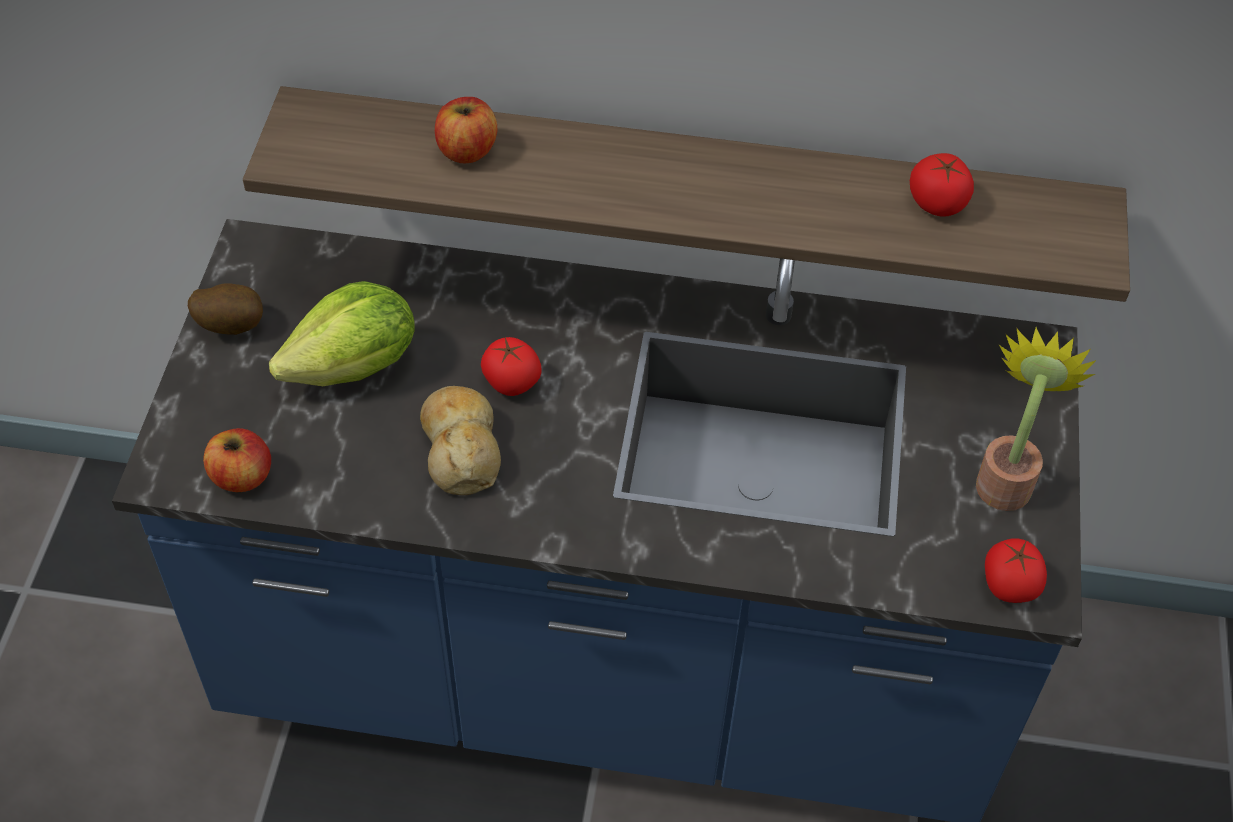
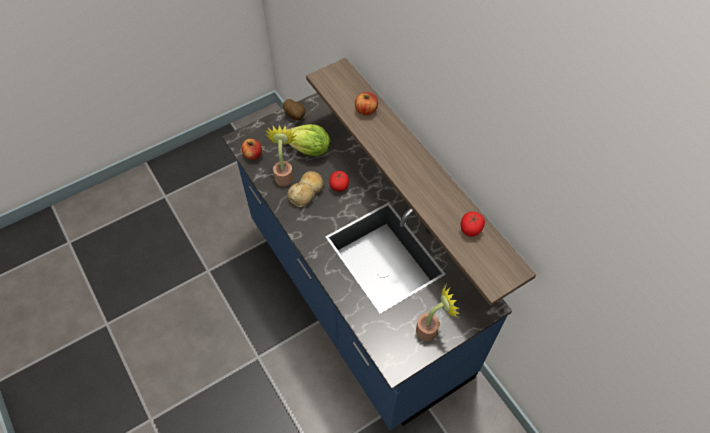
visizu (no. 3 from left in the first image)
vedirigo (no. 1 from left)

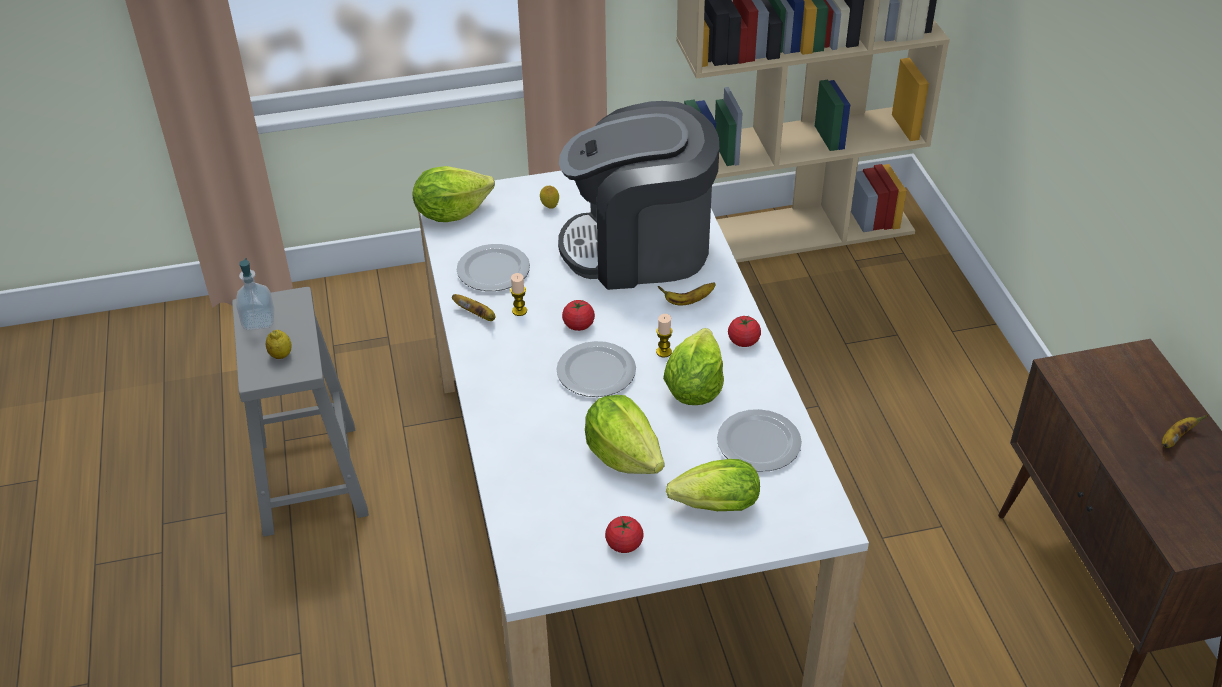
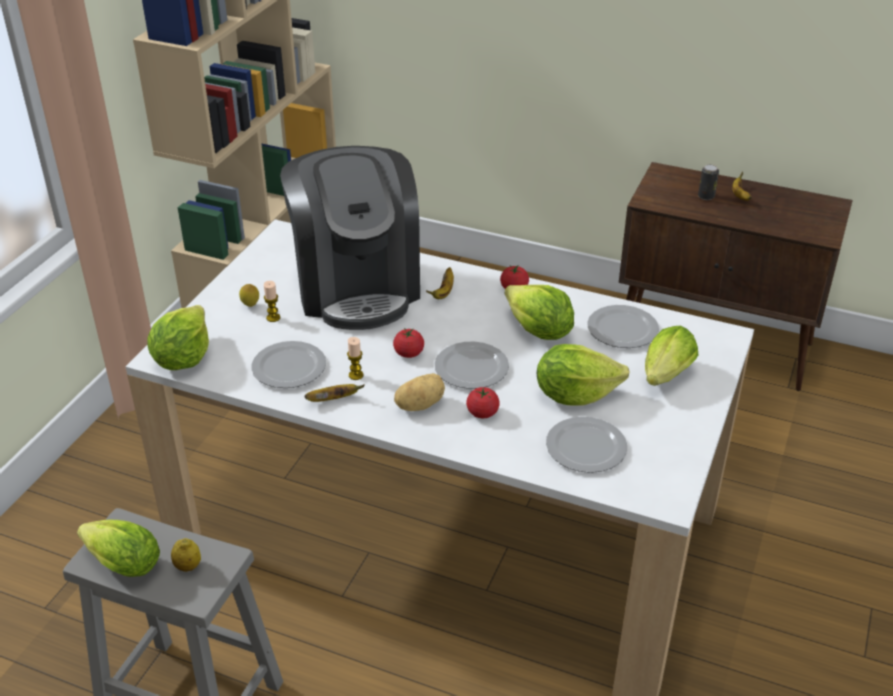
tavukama
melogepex (no. 3 from left)
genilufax
visizu (no. 2 from left)
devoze (no. 1 from left)
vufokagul (no. 1 from left)
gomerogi

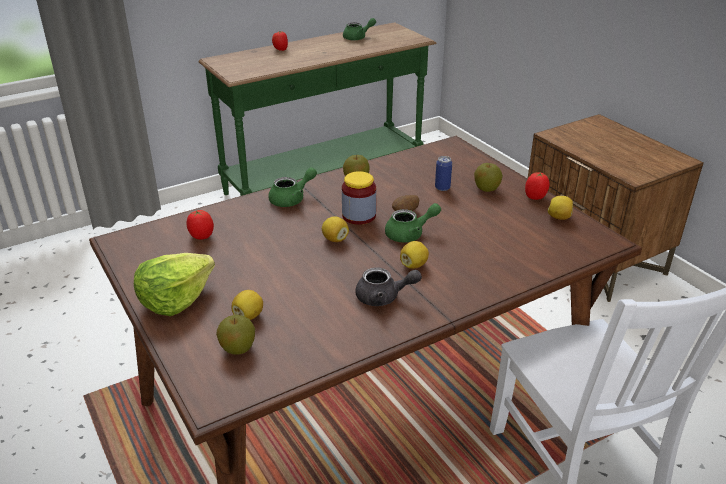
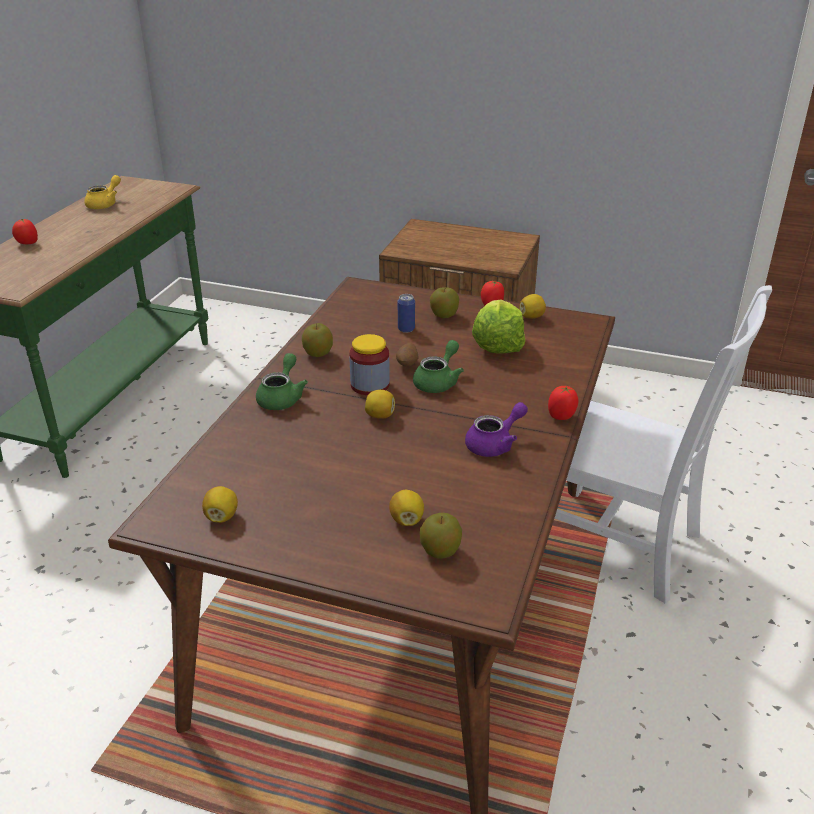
vufokagul
visizu (no. 3 from left)
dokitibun (no. 1 from left)
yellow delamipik
purple delamipik

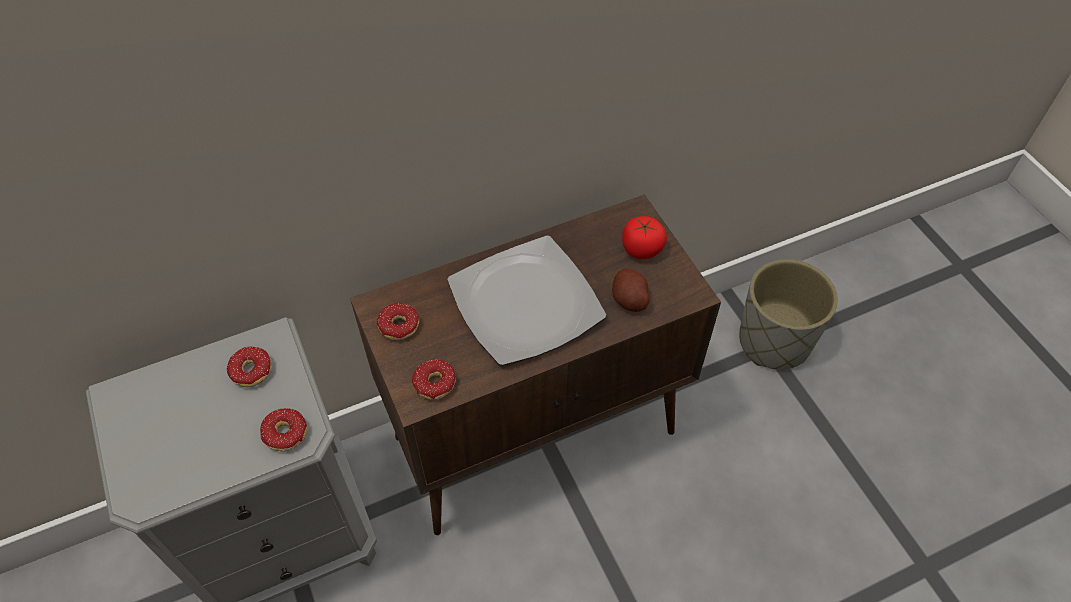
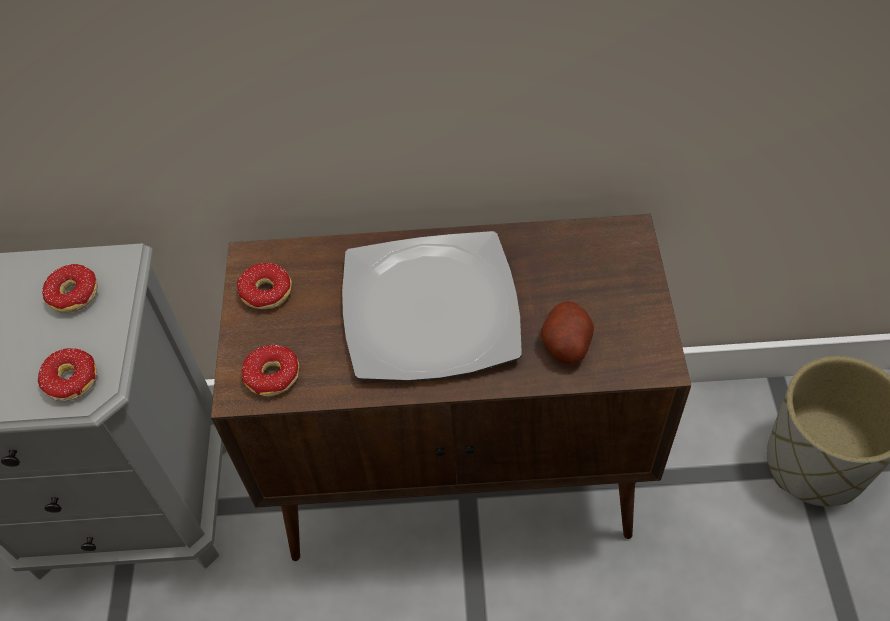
visizu

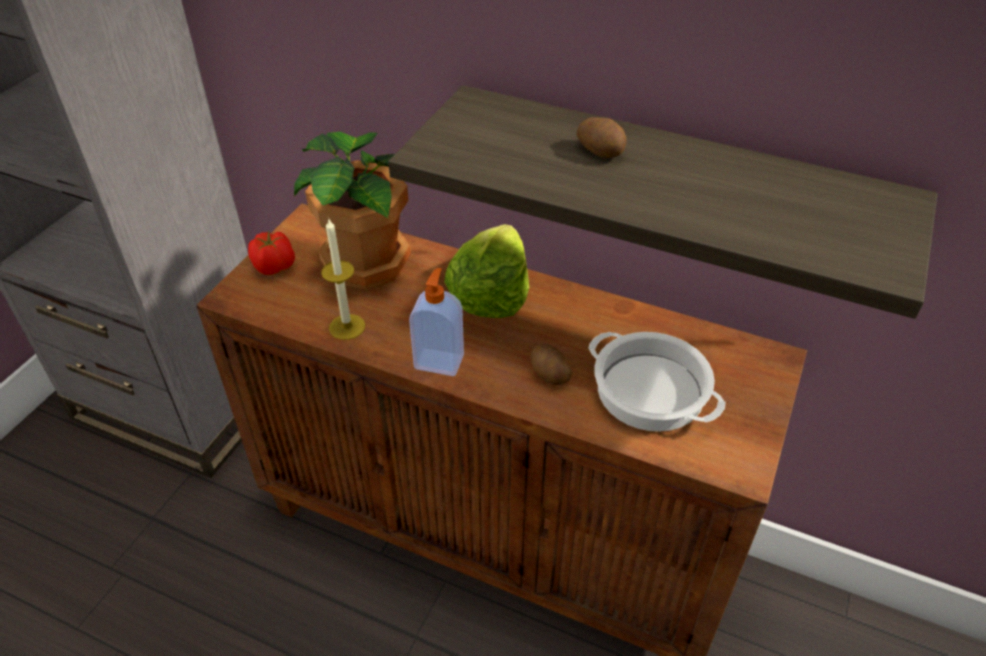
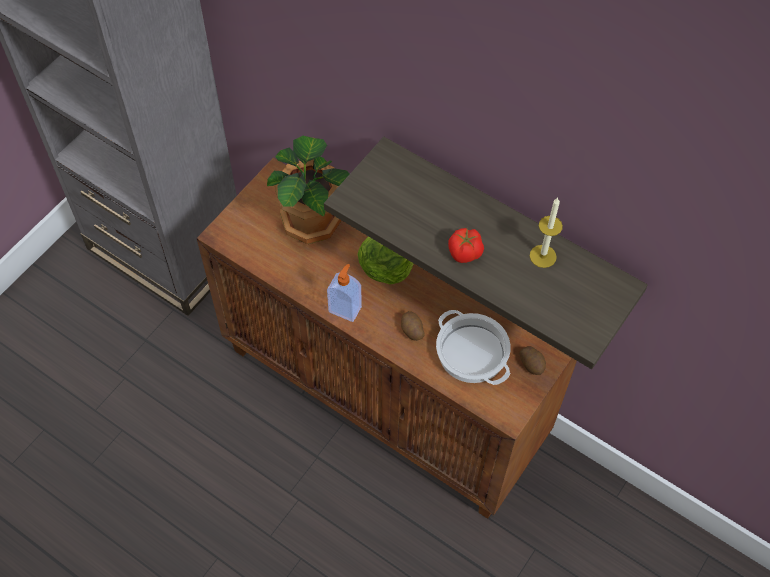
visizu
devoze
tavukama (no. 2 from left)

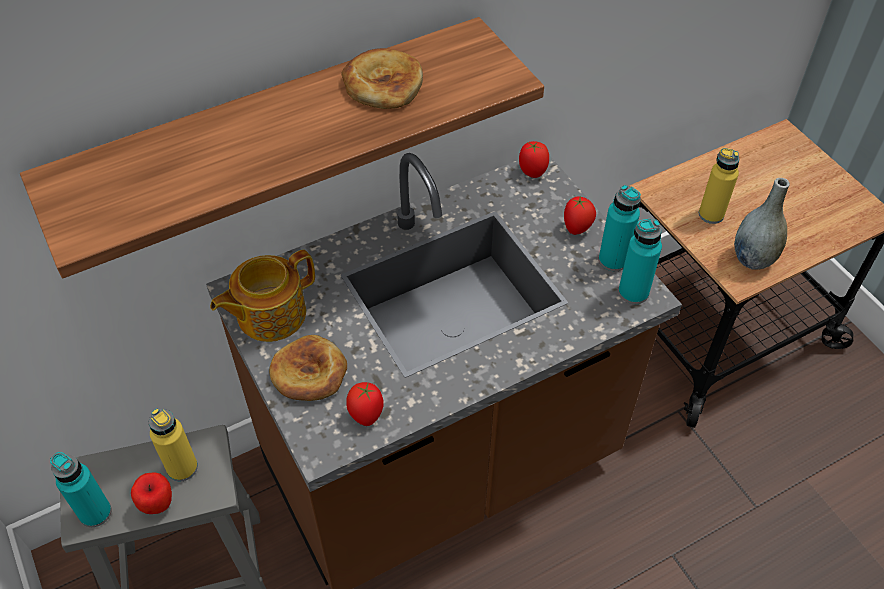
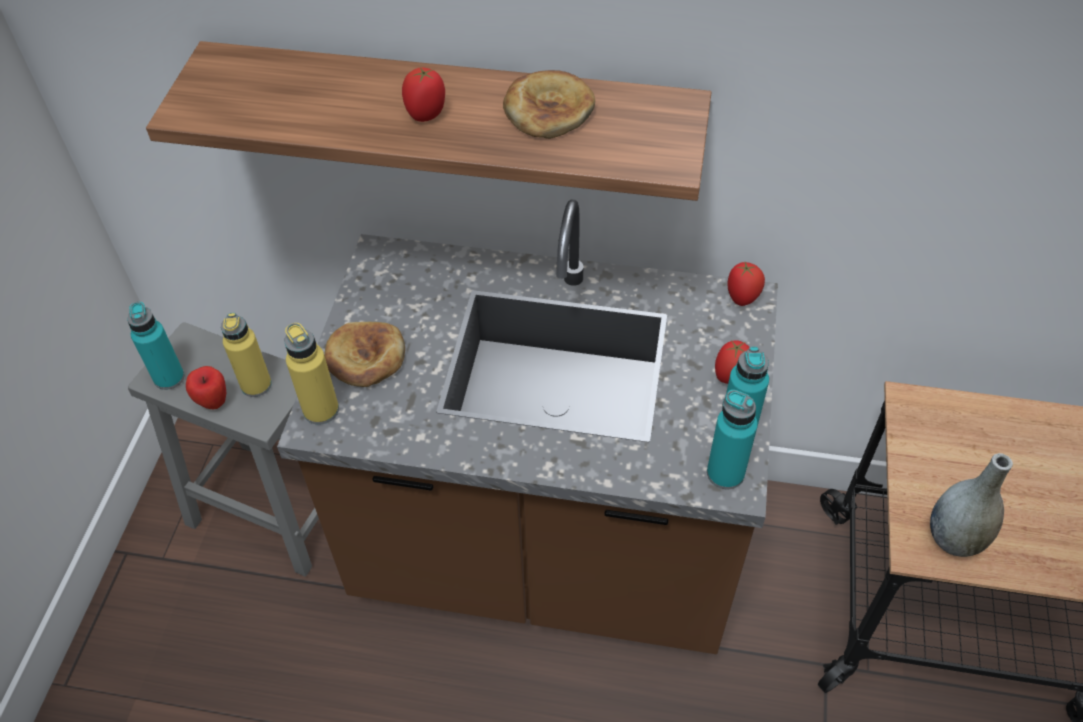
delamipik
visizu (no. 1 from left)
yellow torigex (no. 2 from left)

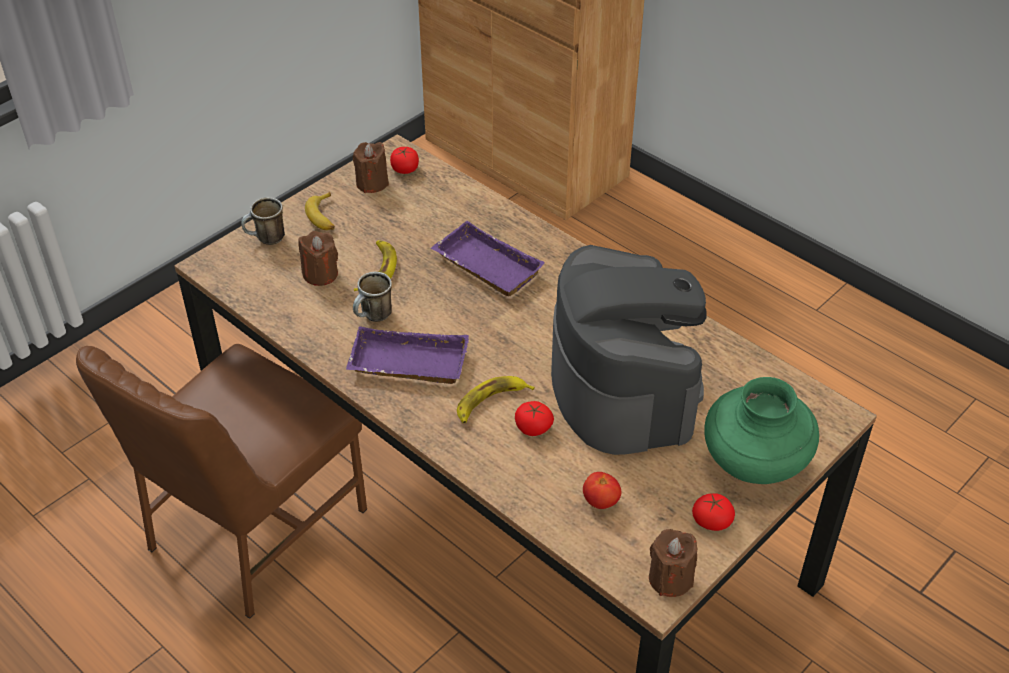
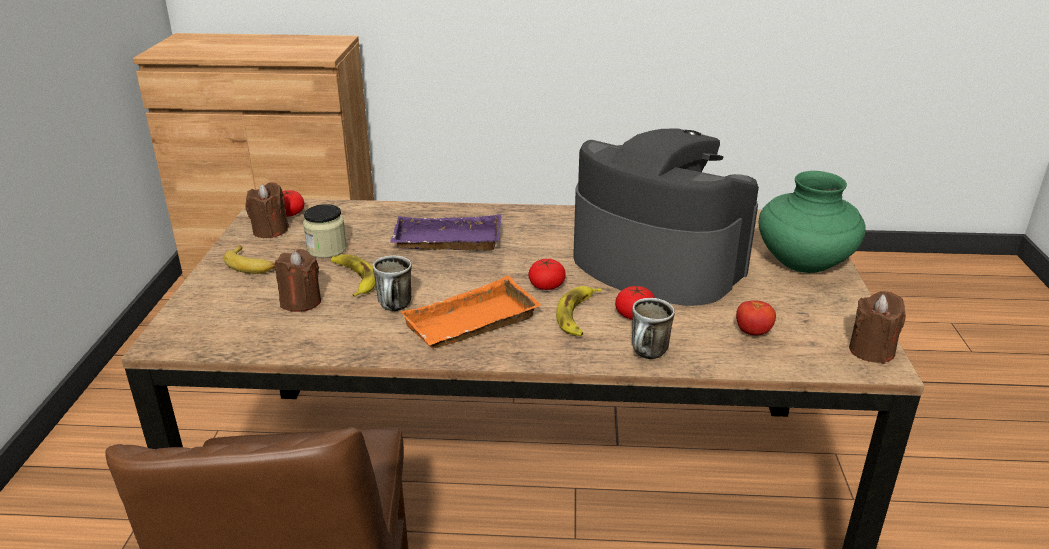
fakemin
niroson (no. 2 from left)
visizu (no. 2 from left)
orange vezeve

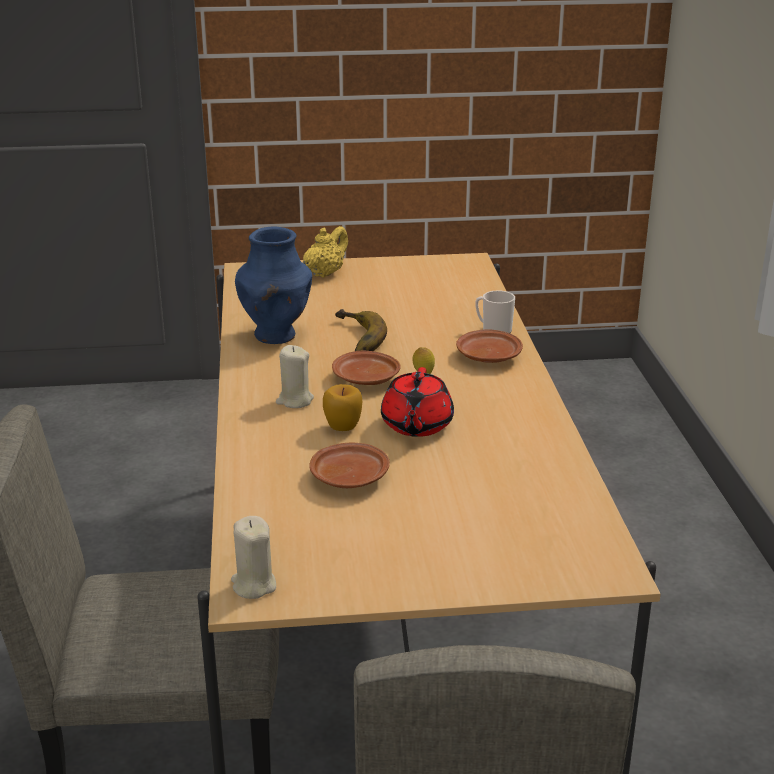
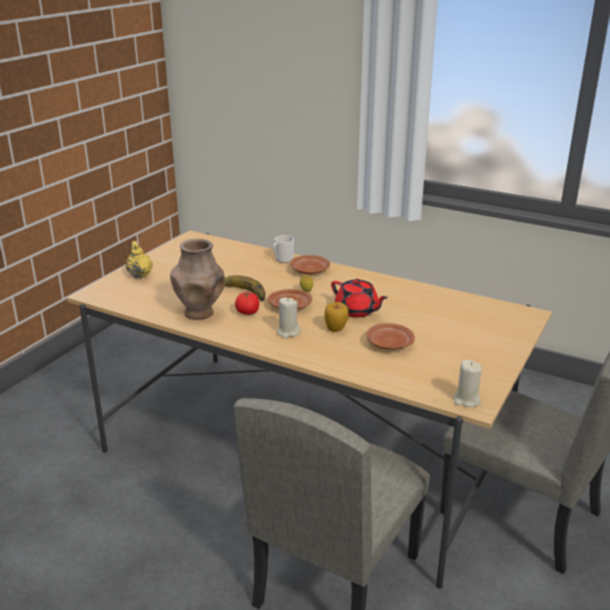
visizu
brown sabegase

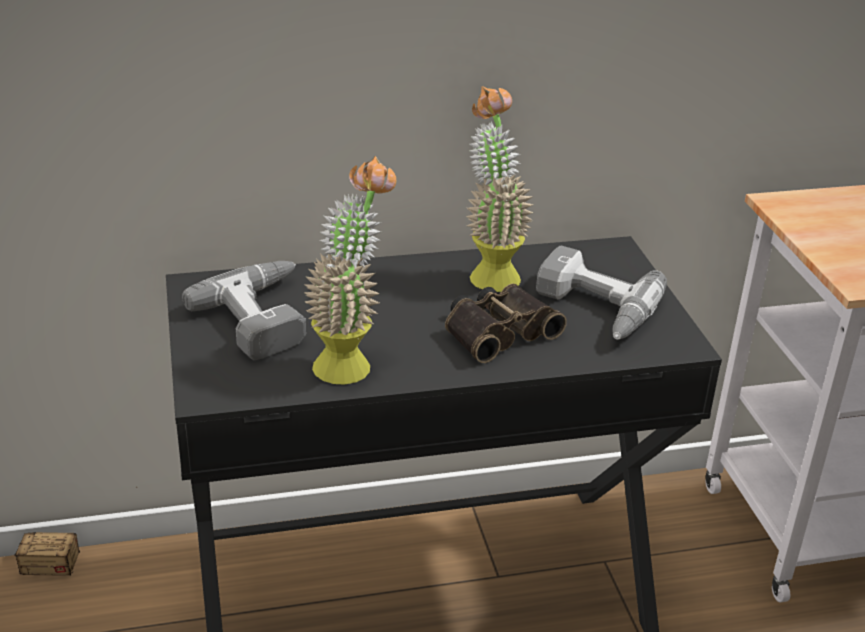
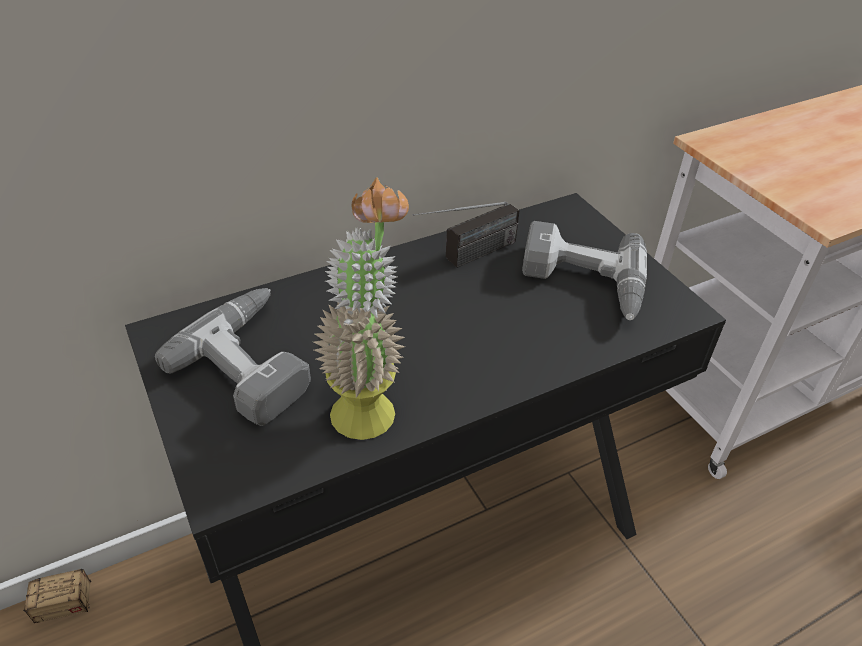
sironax
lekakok

